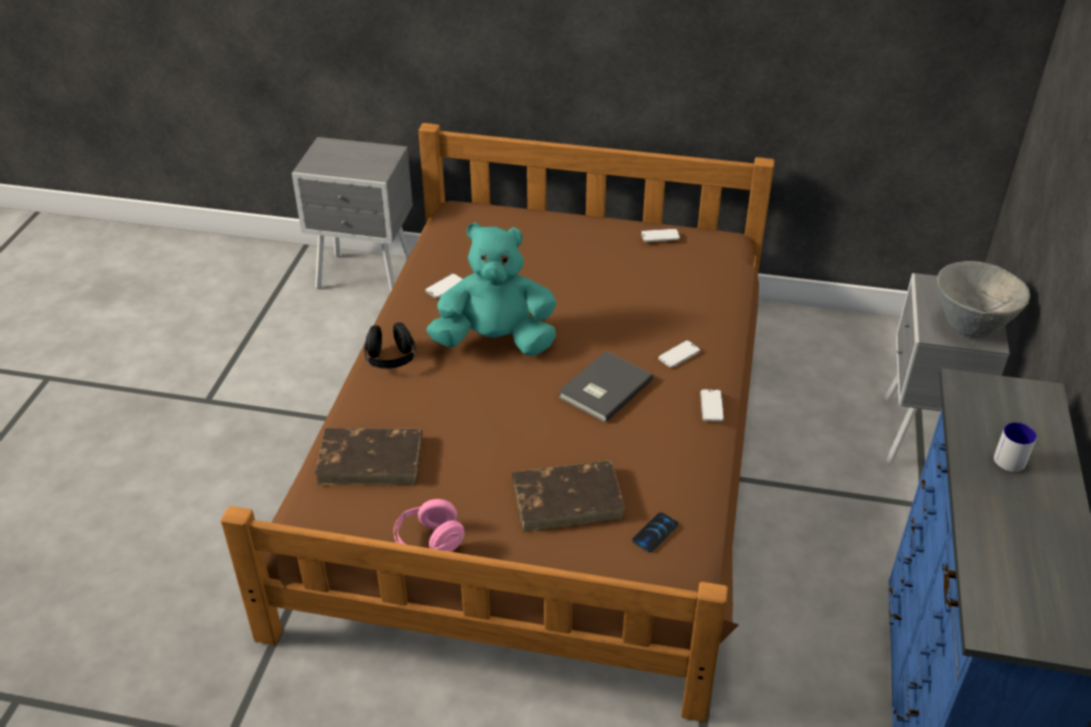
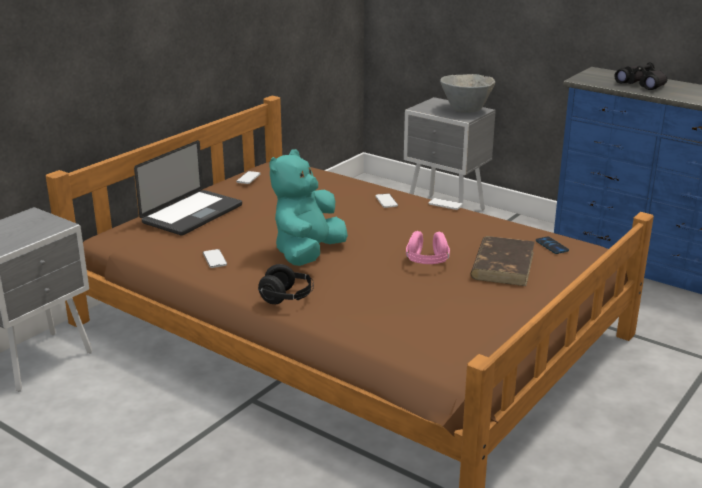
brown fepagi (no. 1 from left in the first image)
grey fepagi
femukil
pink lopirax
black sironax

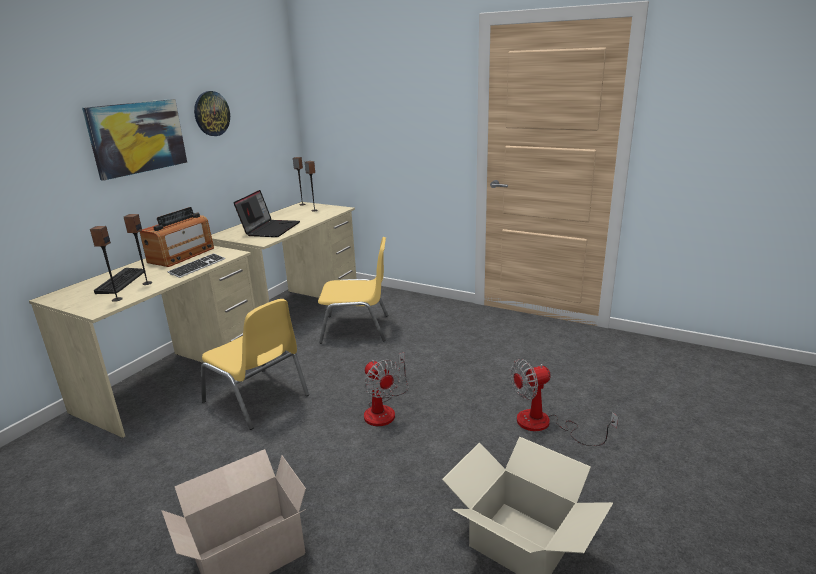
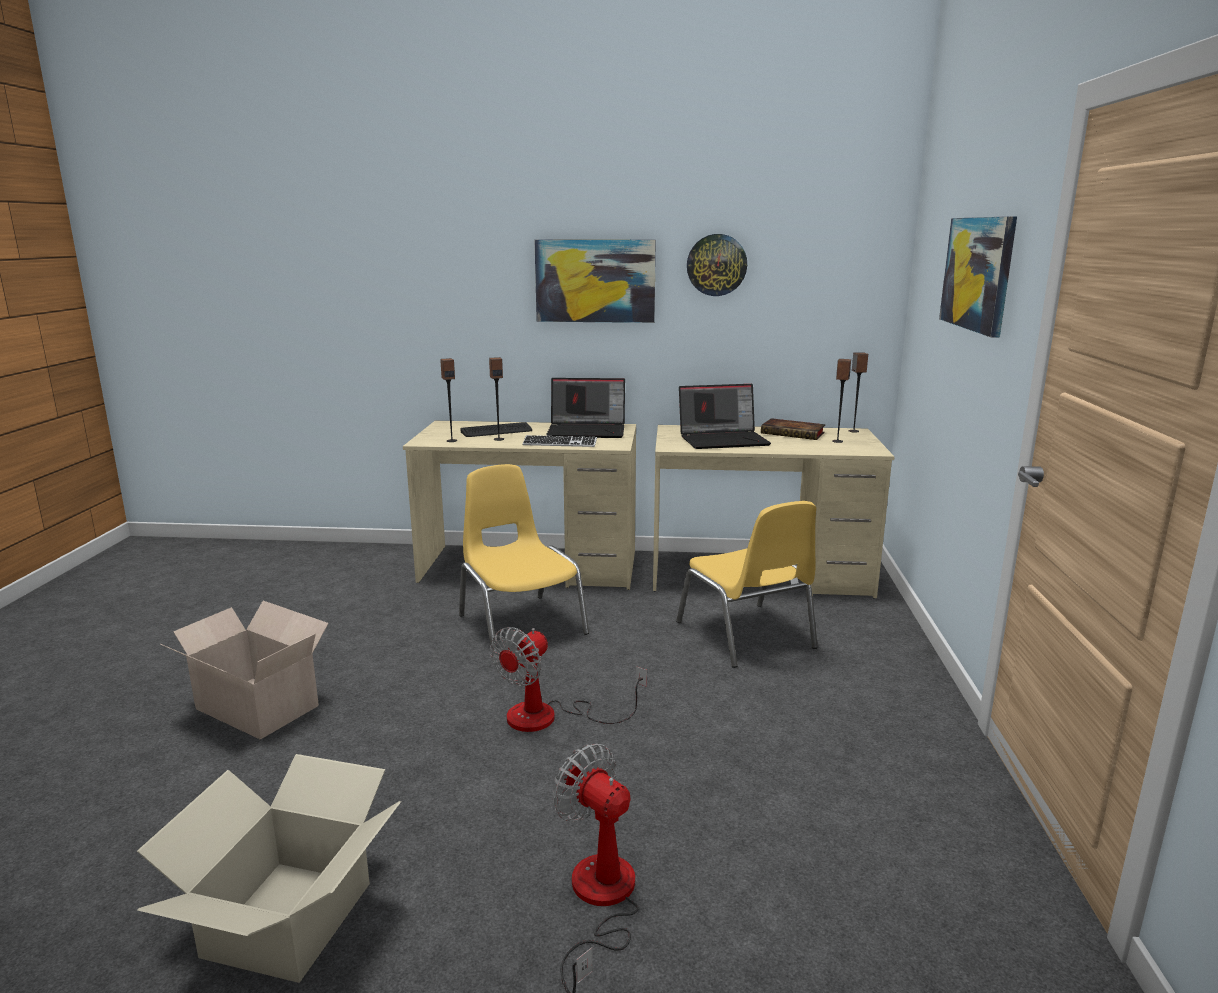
fepagi
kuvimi (no. 2 from left)
femukil (no. 1 from left)
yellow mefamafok (no. 1 from left)

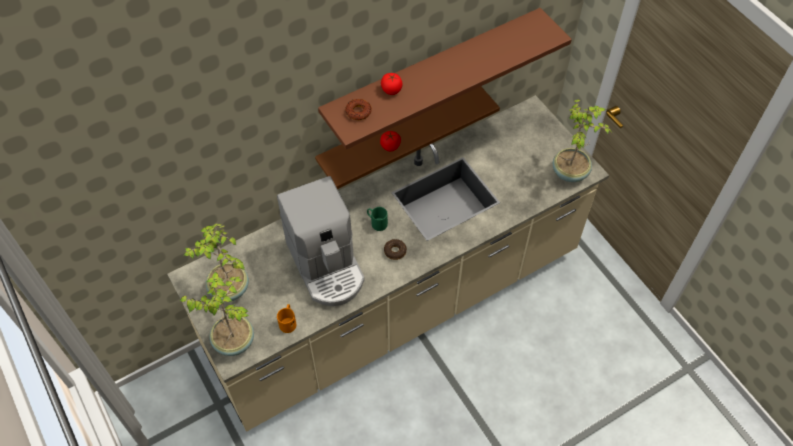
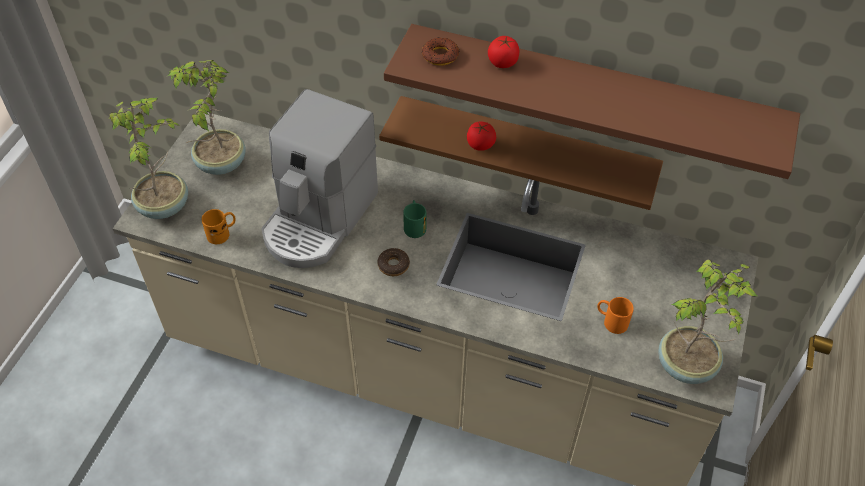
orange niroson (no. 2 from left)

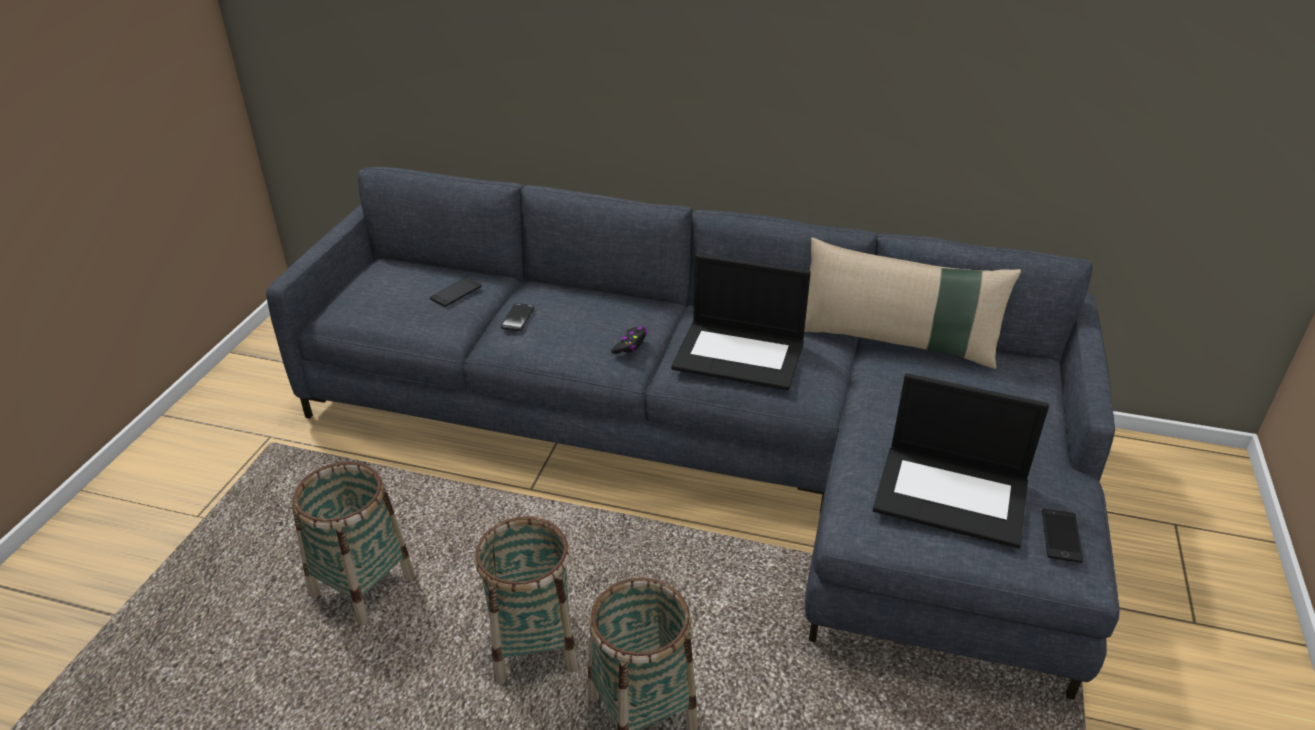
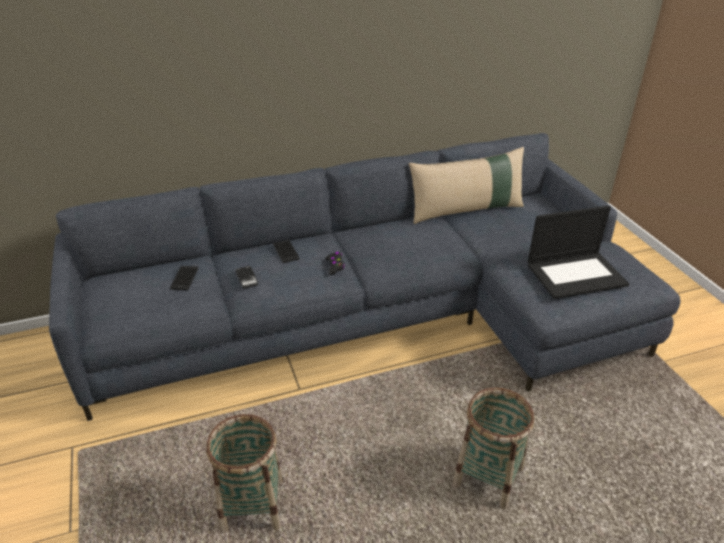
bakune (no. 2 from left in the first image)
femukil (no. 1 from left in the first image)
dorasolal (no. 3 from left)

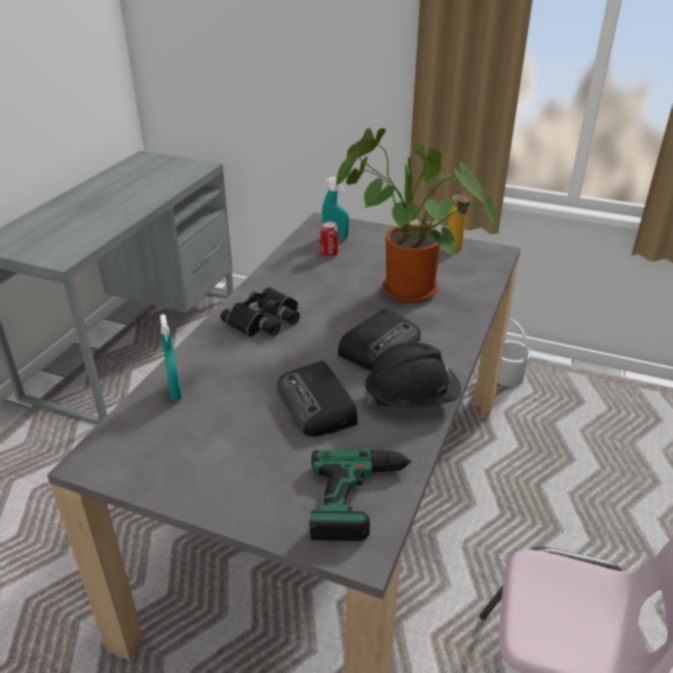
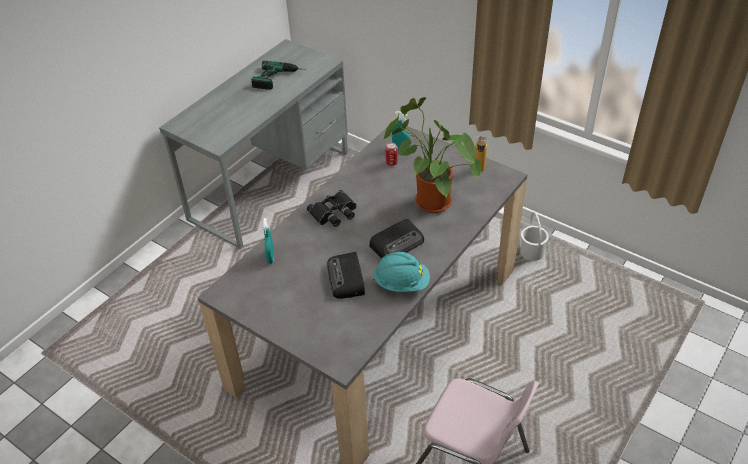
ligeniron
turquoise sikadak

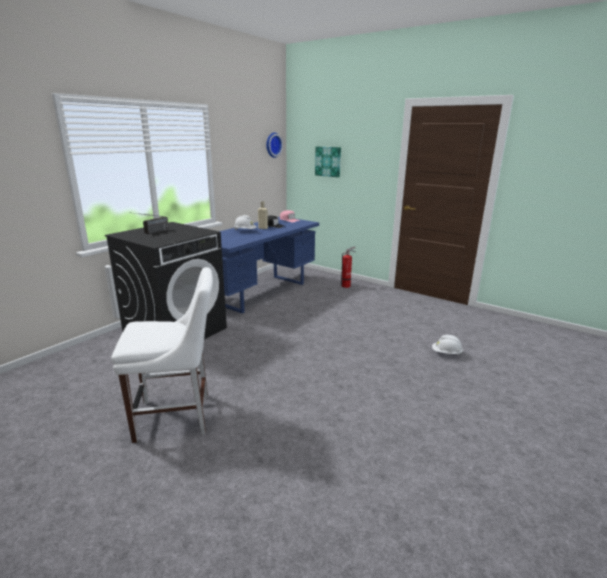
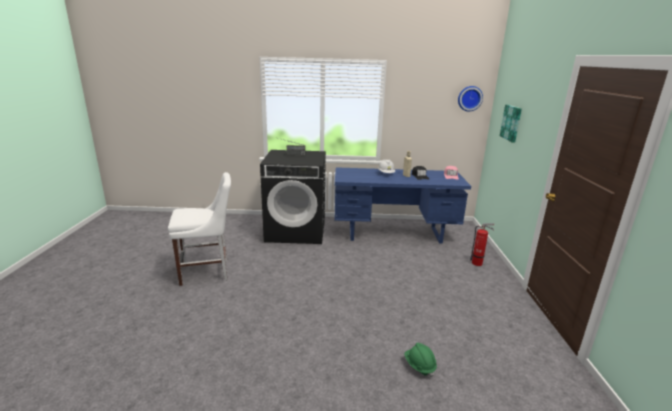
green sikadak
white mefamafok

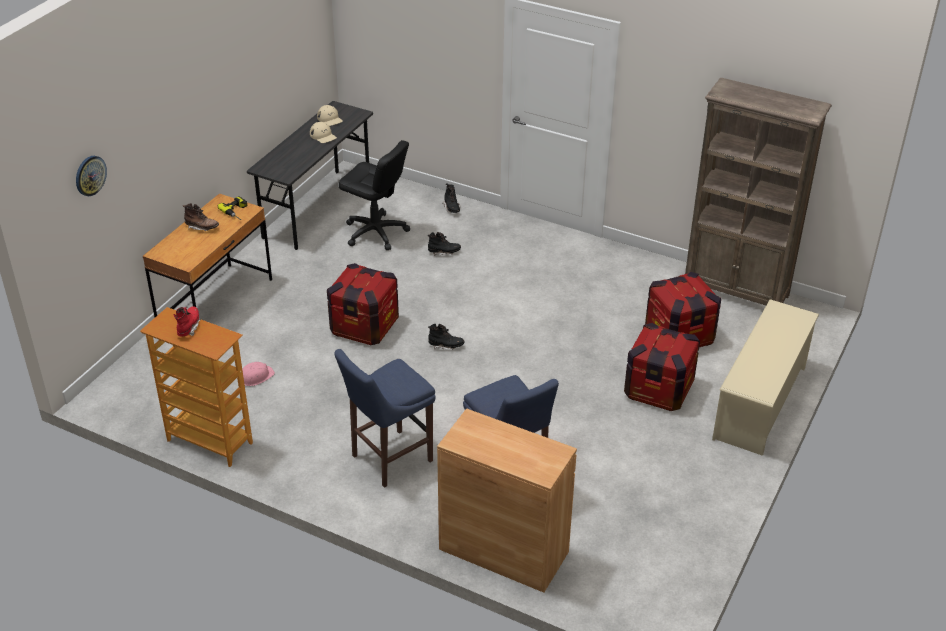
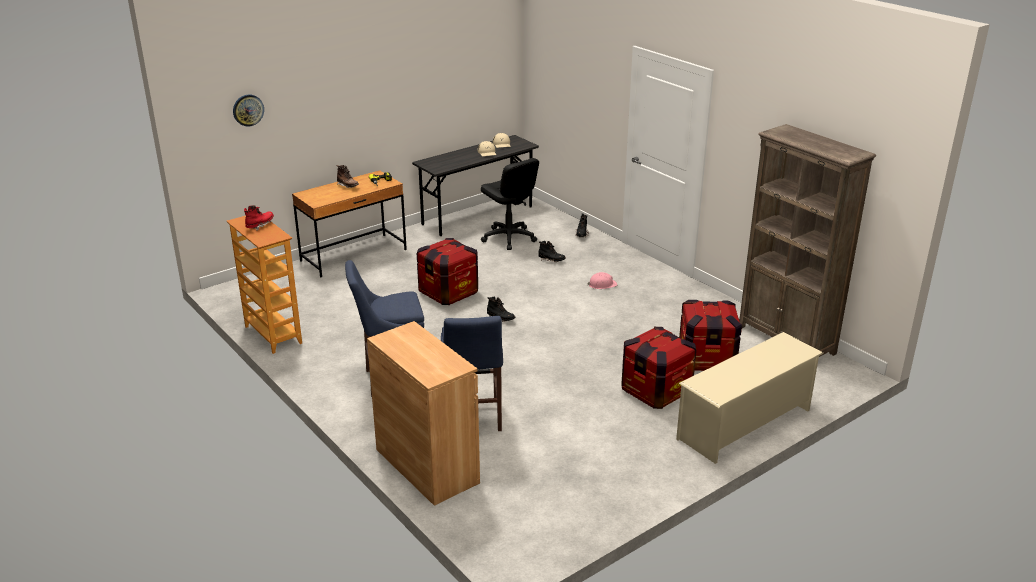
pink sikadak

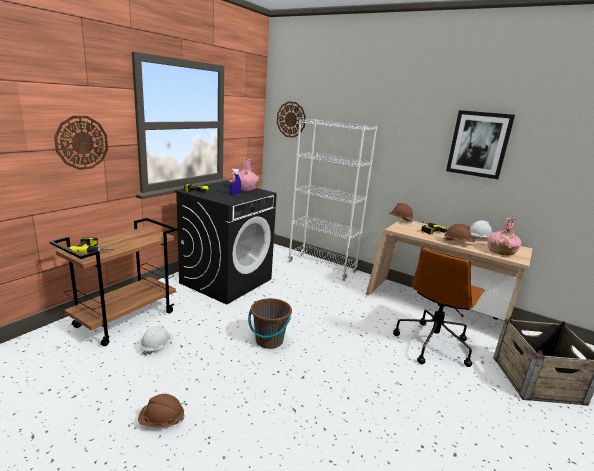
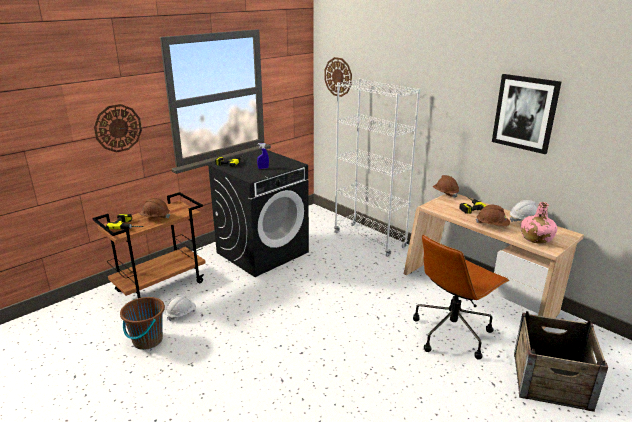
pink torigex (no. 1 from left in the first image)
brown sikadak (no. 1 from left)
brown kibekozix

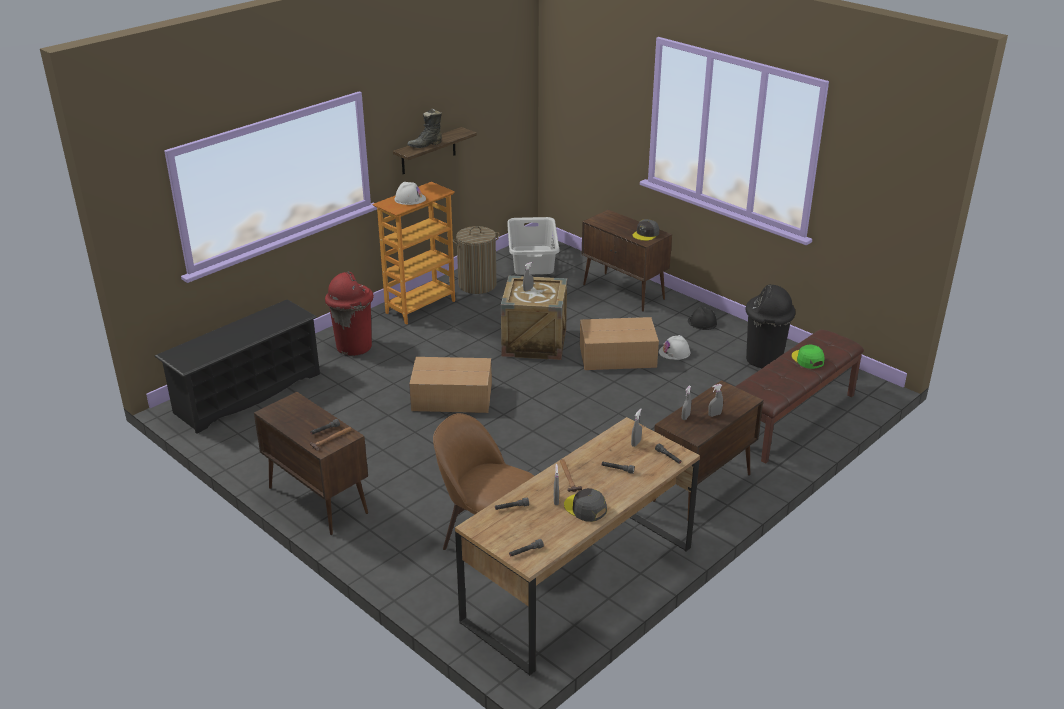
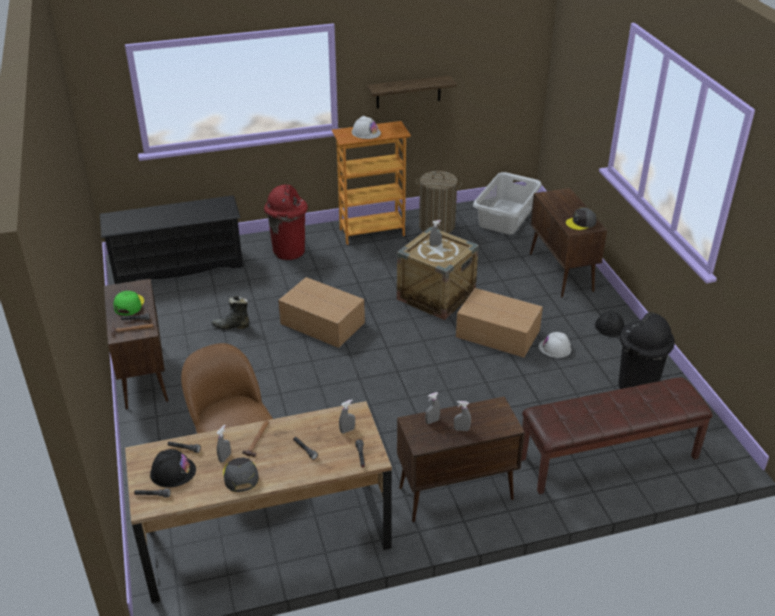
black sikadak (no. 1 from left)
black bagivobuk
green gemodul

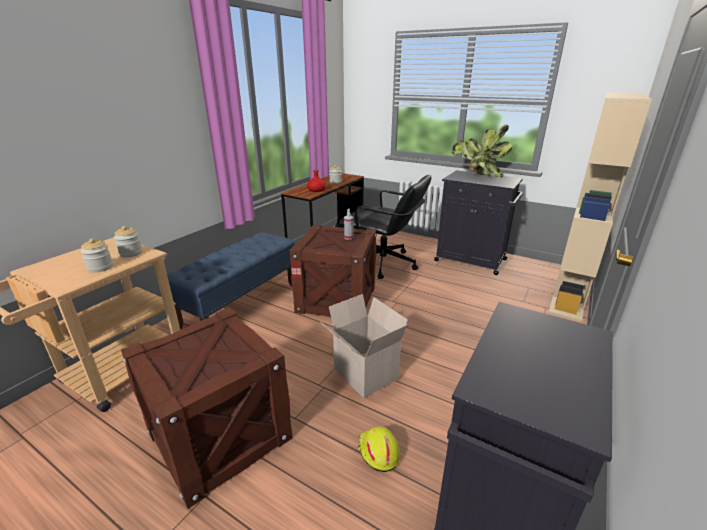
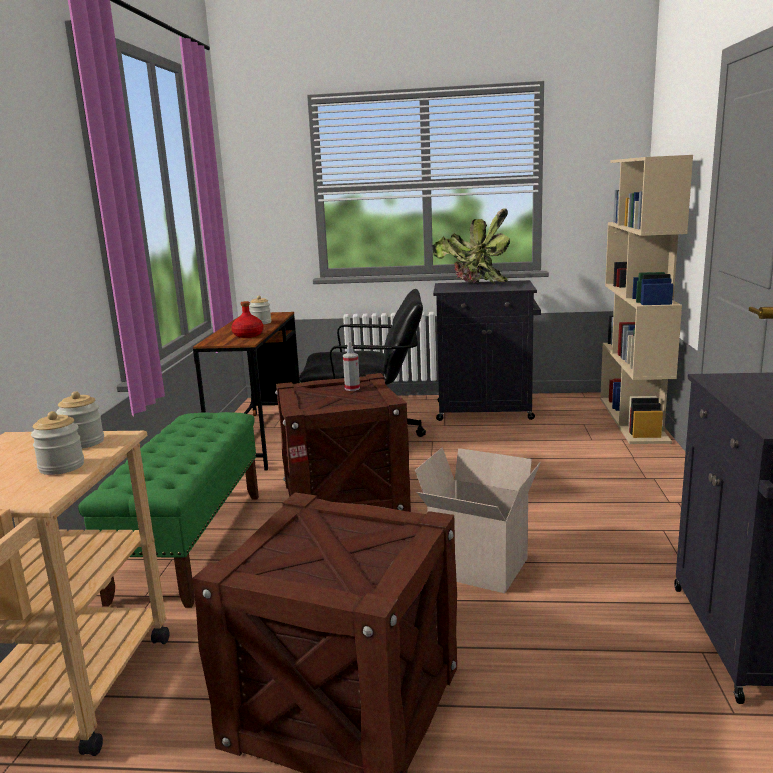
yellow sikadak
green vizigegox

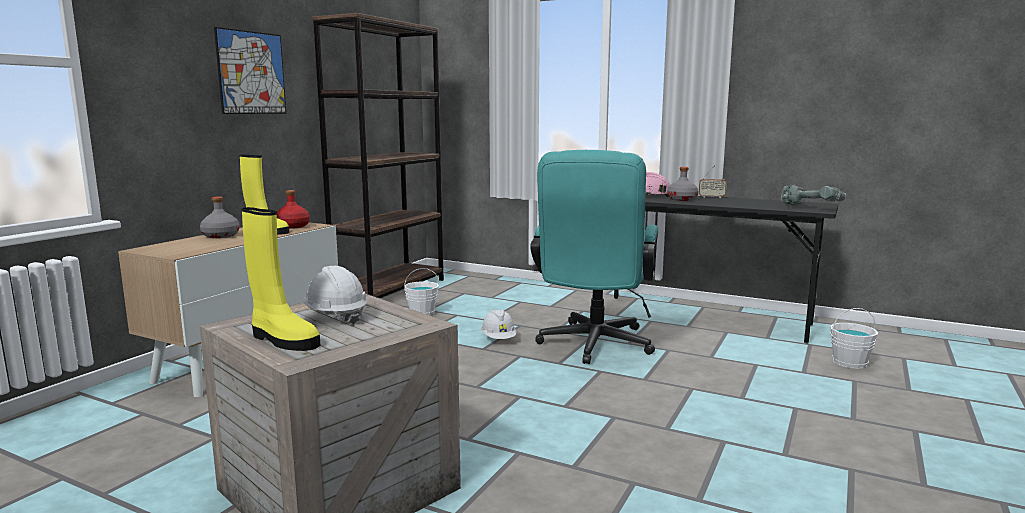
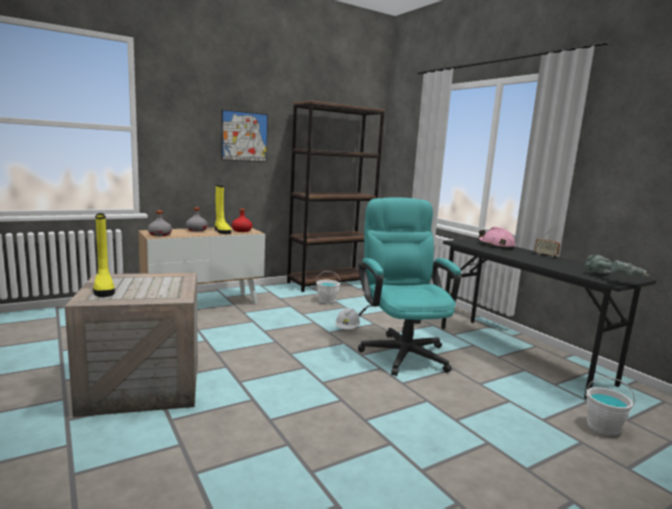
white sikadak (no. 1 from left in the first image)
grey torigex (no. 1 from left)
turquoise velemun

